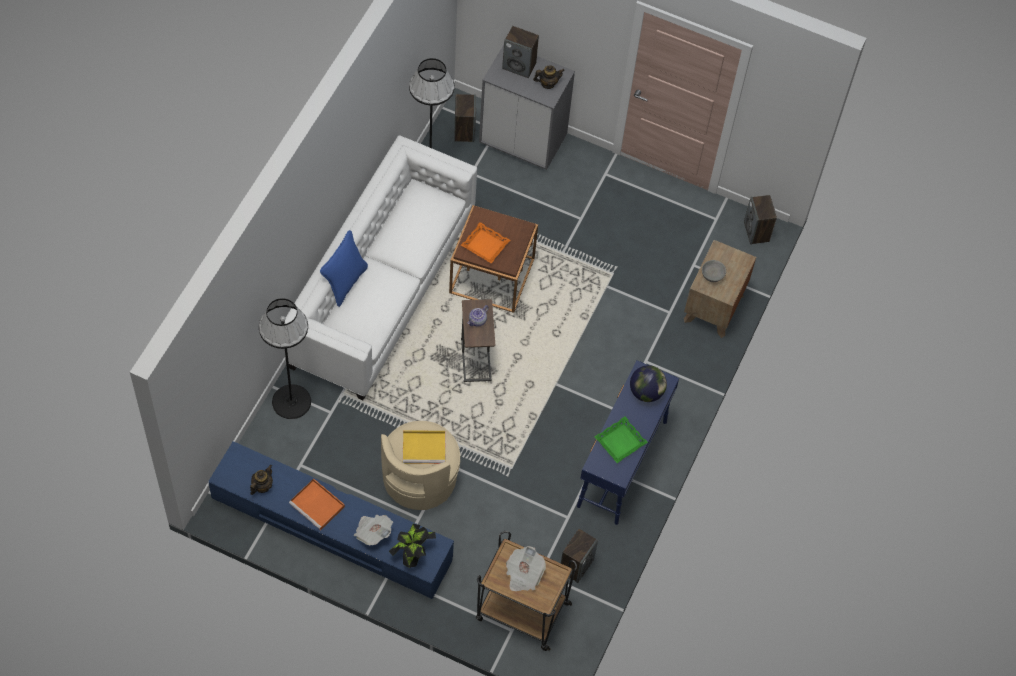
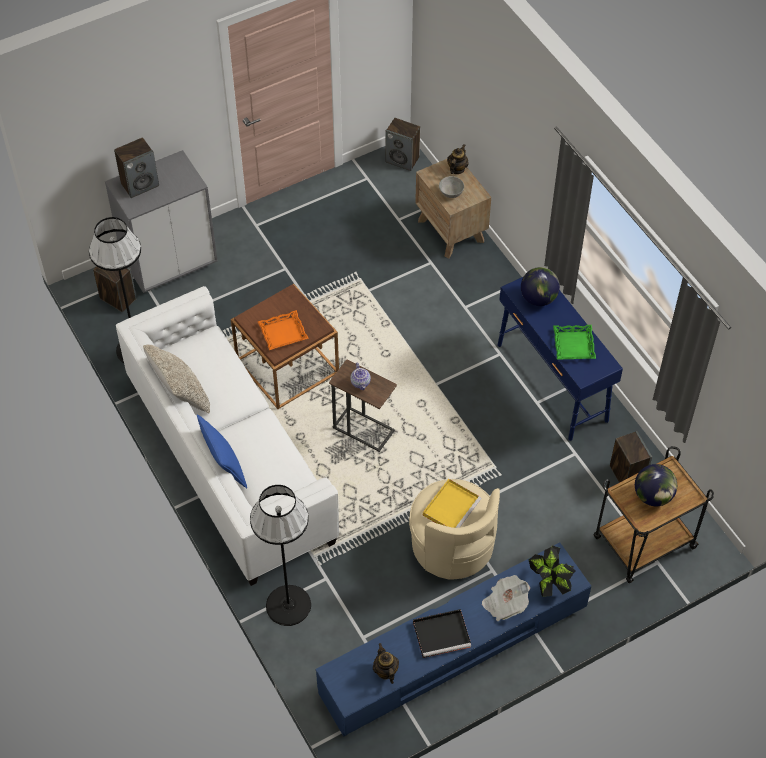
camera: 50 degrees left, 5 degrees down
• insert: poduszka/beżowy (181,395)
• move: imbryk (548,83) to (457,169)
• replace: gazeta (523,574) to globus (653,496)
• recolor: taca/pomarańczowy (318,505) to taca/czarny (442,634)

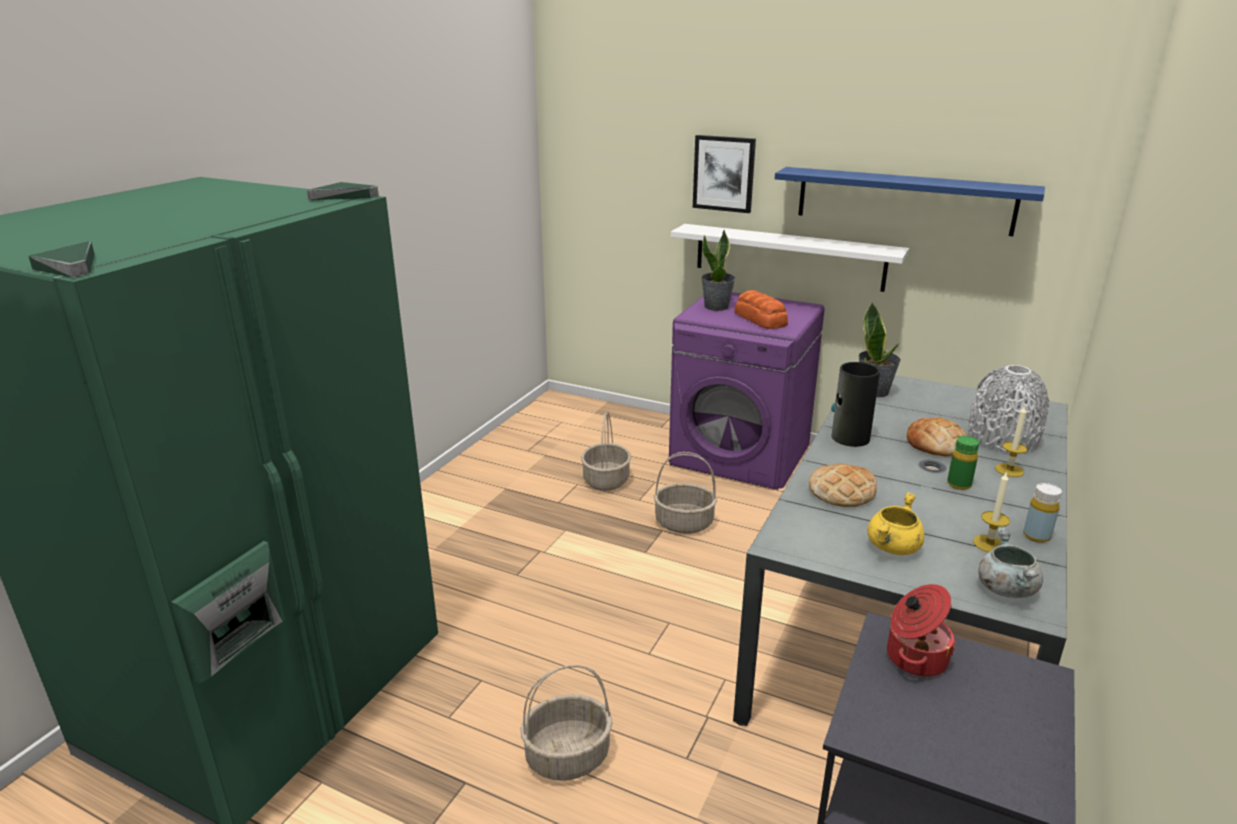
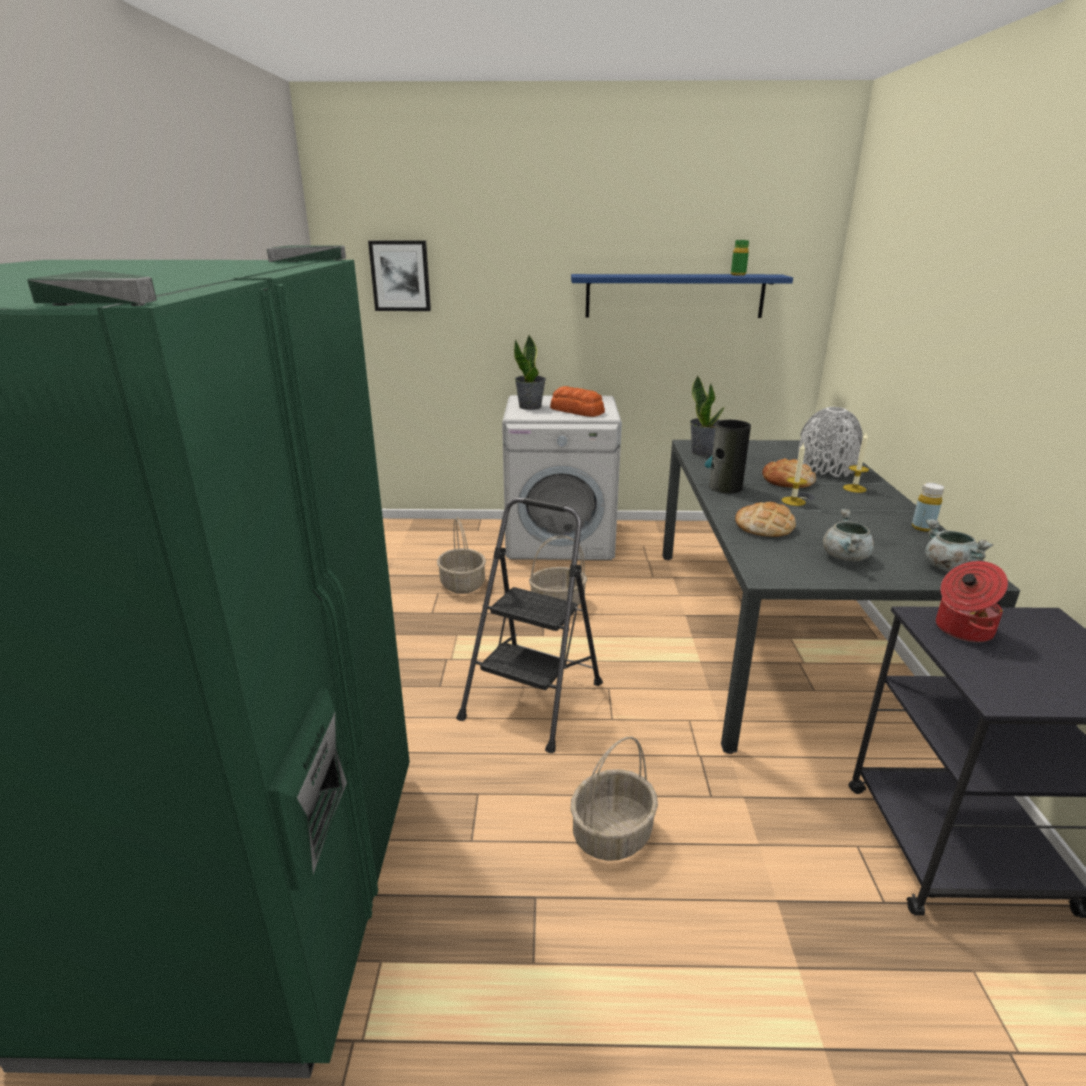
camera: 25 degrees left, 0 degrees up
• delete: półka/biały (788,257)
• insert: drabinka/czarny (534,696)
• move: obraz (724,173) to (400,276)
• move: butelka/zielony (959,484) to (738,275)
• move: świeca (989,544) to (793,501)
• recolor: pralka/fioletowy (739,455) to pralka/biały (561,540)
• recolor: garnek/żółty (893,548) to garnek/szary (846,557)

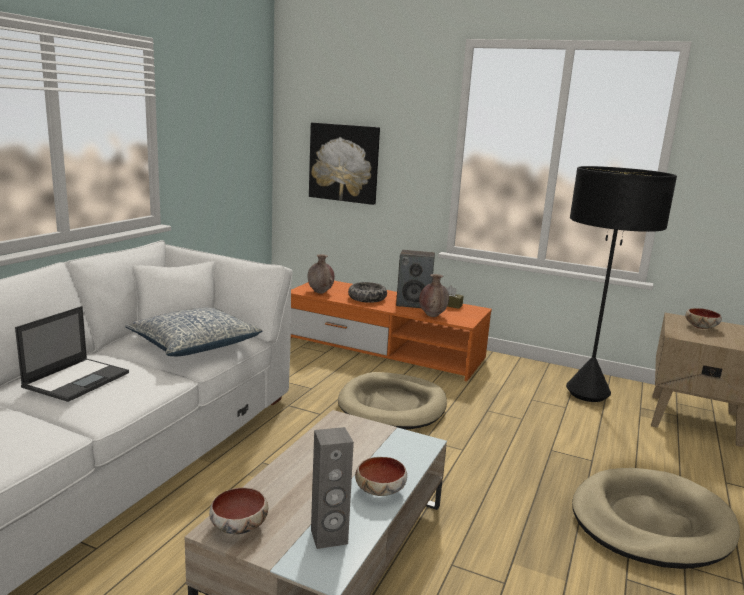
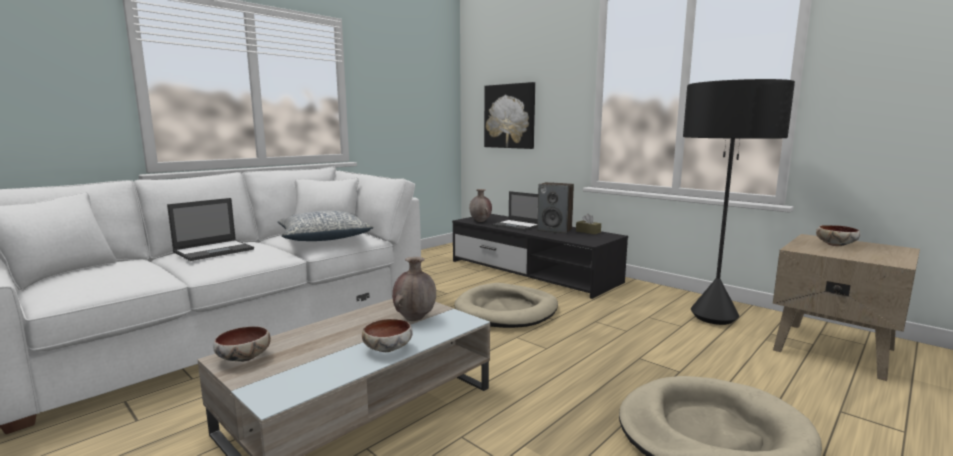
camera: 20 degrees right, 5 degrees down
• delete: głośnik/szary (329,537)
• move: wazon/brązowy (432,315) to (415,318)
• replace: miska (367,298) to laptop (516,226)
• recolor: szafka pod telewizor/pomarańczowy (384,348) to szafka pod telewizor/czarny (533,271)

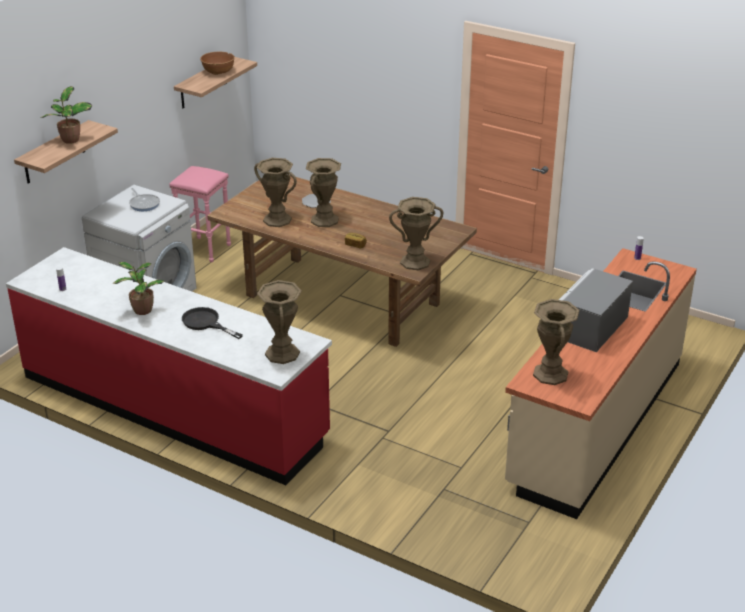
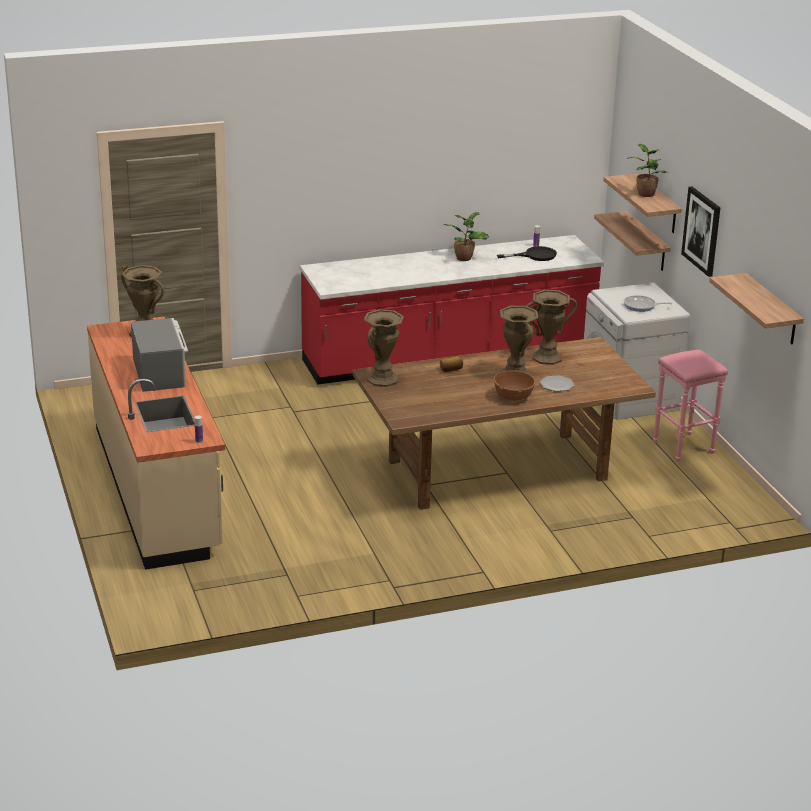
camera: 130 degrees right, 5 degrees down
• delete: wazon/brązowy (282,354)
• insert: półka (647,242)
• insert: obraz (702,231)
• move: patelnia/czarny (205,323) to (534,255)
• move: miska/brązowy (218,72) to (513,396)

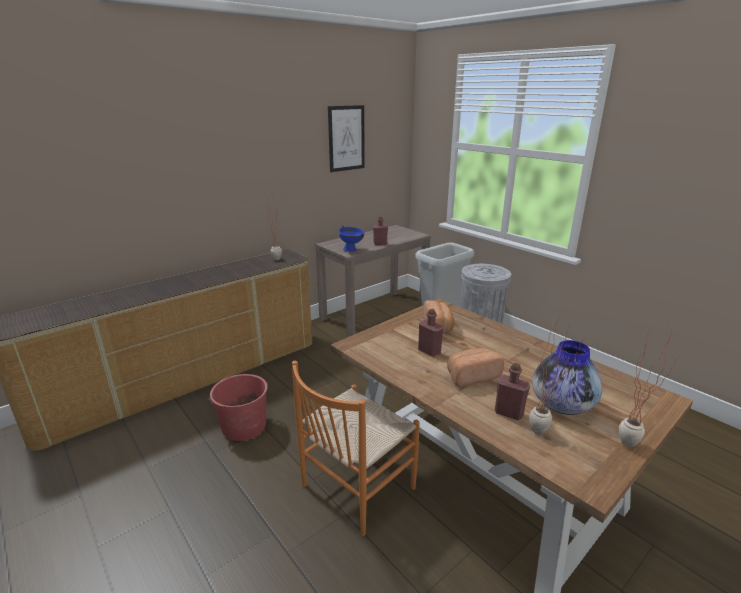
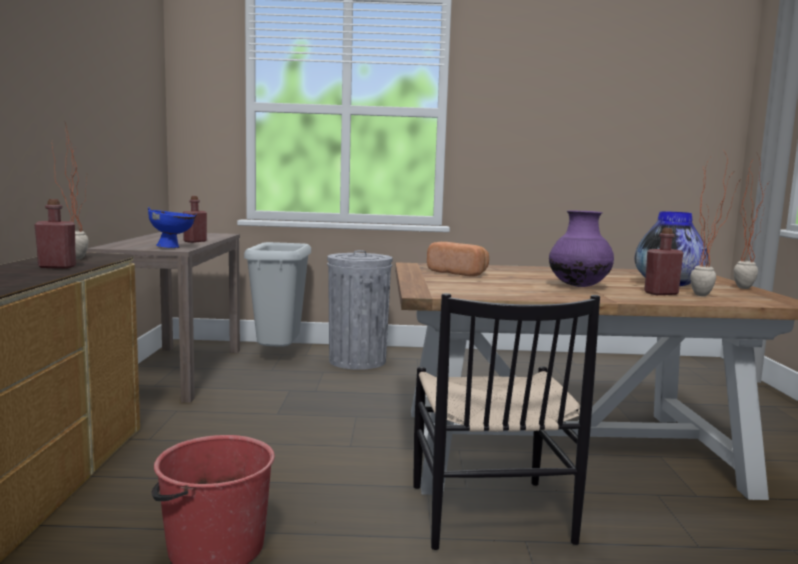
camera: 50 degrees left, 15 degrees down
• delete: obraz (346,138)
• move: butelka/czerwony (429,351) to (57,267)
• replace: chleb (471,376) to wazon/fioletowy (579,286)
• recolor: krzesło/pomarańczowy (354,489) to krzesło/czarny (491,518)

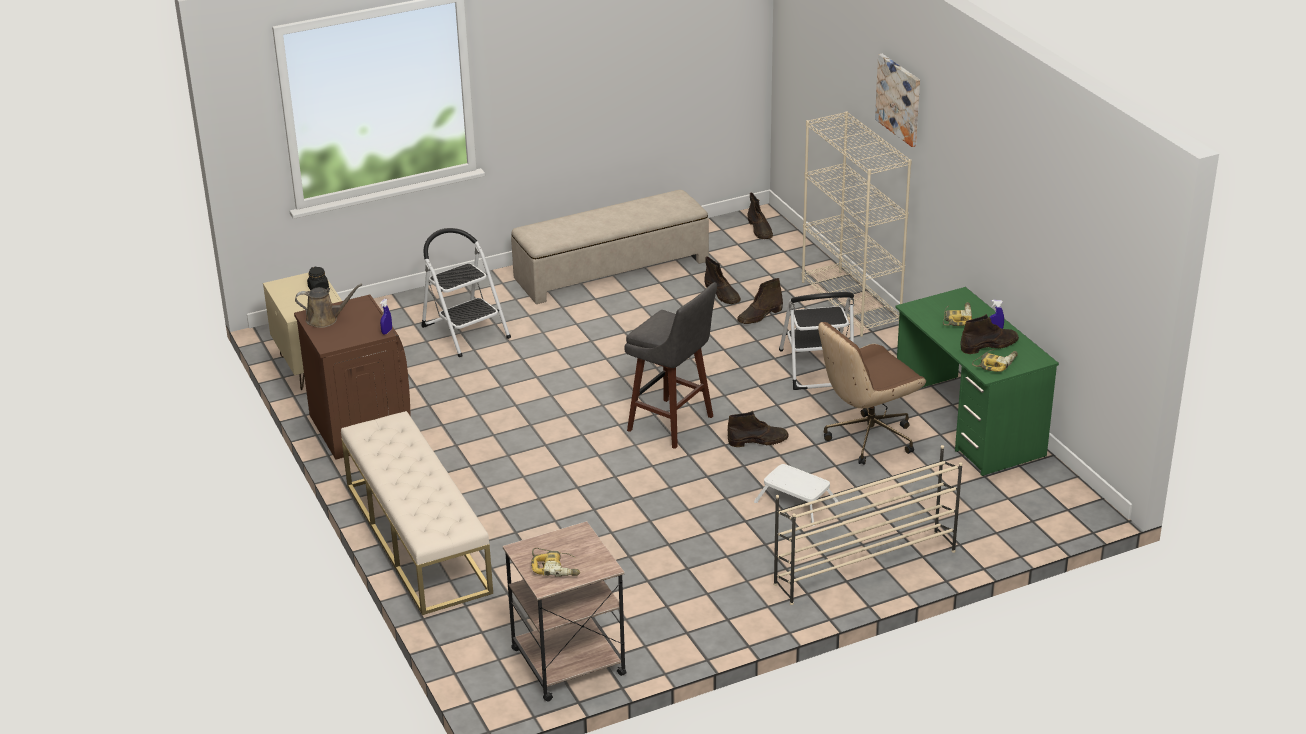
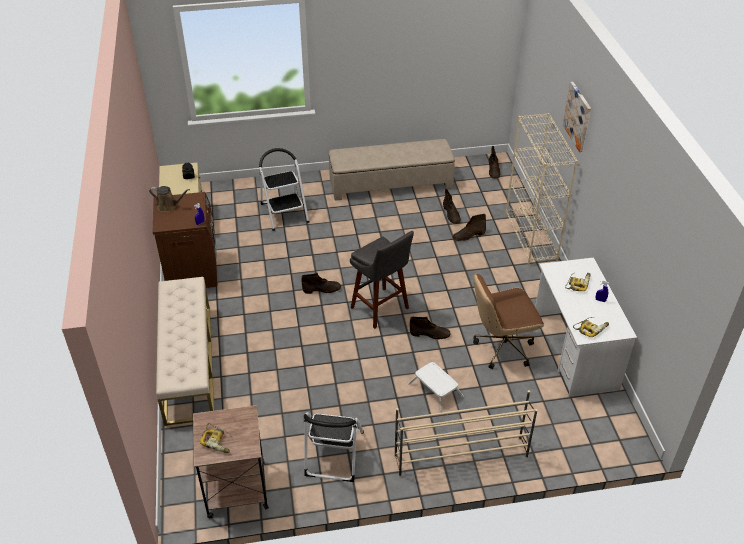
camera: 15 degrees right, 10 degrees up
• move: drabinka (816,369) to (333,455)
• move: but z cholewką/brązowy (989,345) to (322,289)
• recolor: biurko/zielony (968,425) to biurko/biały (574,351)

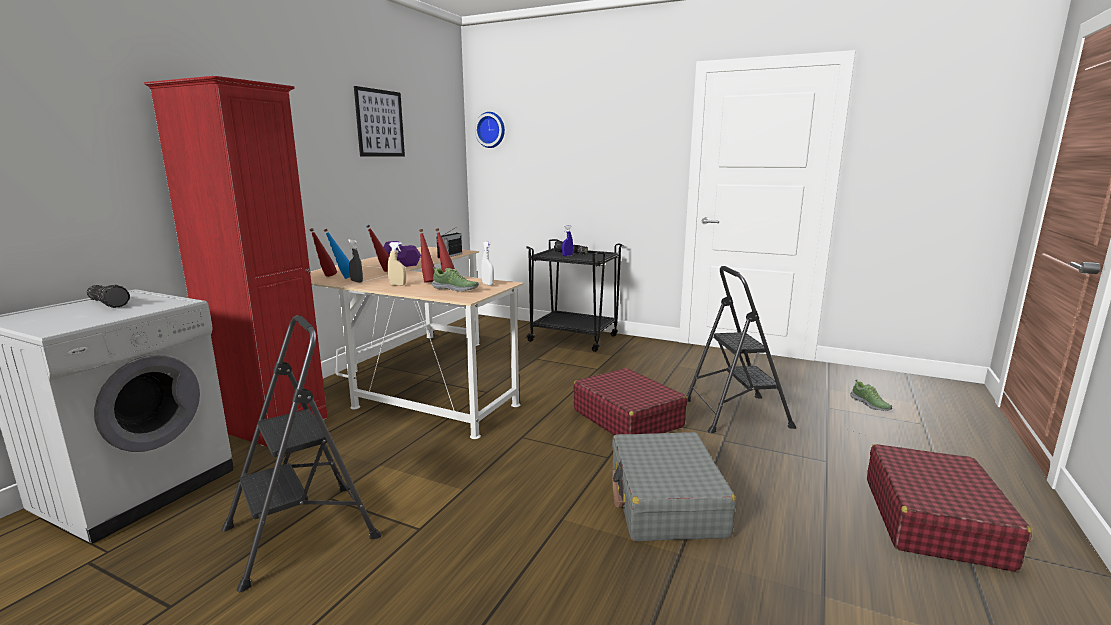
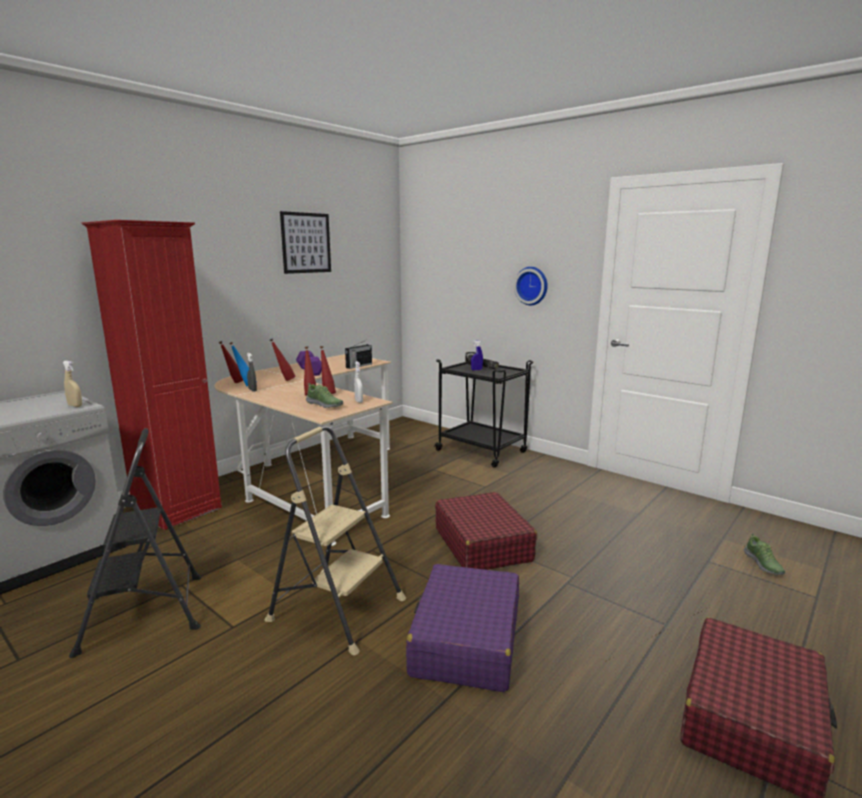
camera: 15 degrees right, 0 degrees up
• delete: latarka (109,303)
• delete: drabinka/czarny (733,413)
• insert: drabinka/beżowy (334,607)
• move: spryskiwacz/beżowy (397,285) to (75,406)
• move: zegar ścienny (491,130) to (532,286)
• recolor: walizka/szary (665,502) to walizka/fioletowy (466,641)

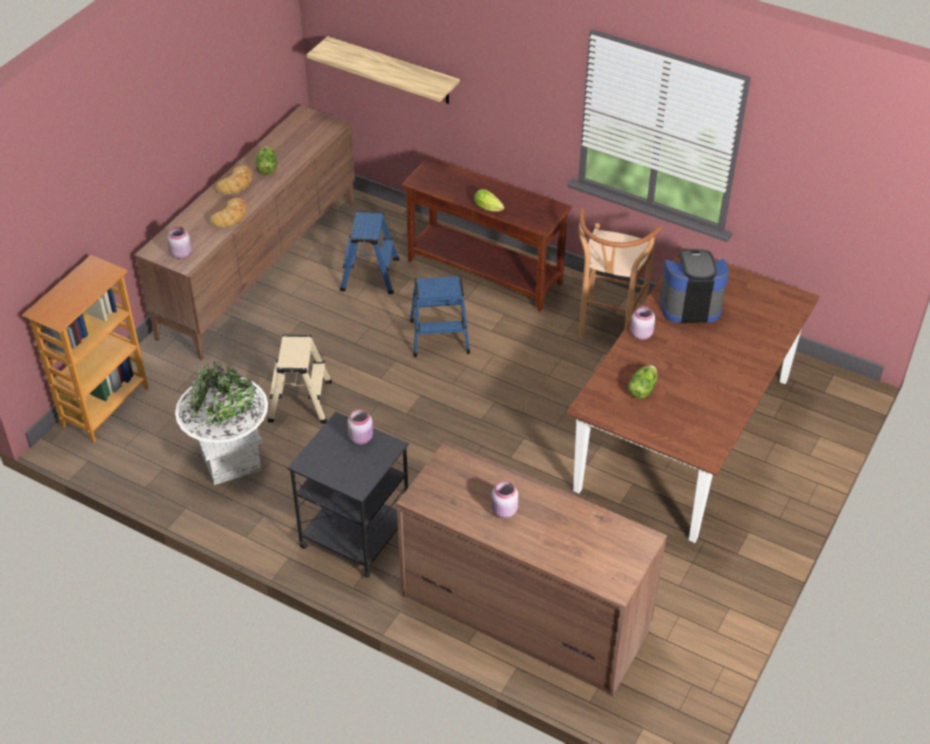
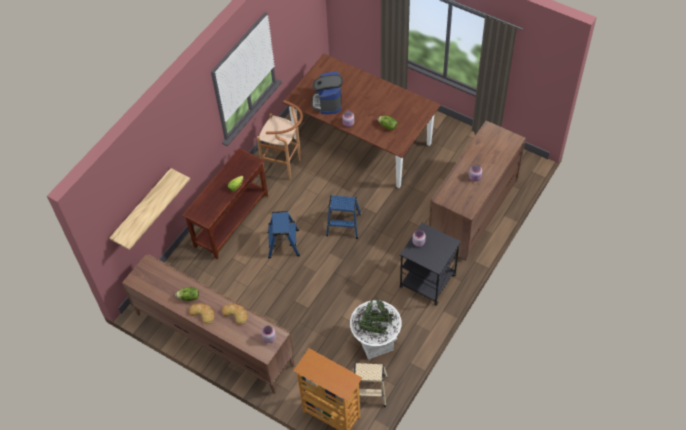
camera: 85 degrees left, 10 degrees up
• move: drabinka/beżowy (300,401) to (369,390)
• move: drabinka/niebieski (369,275) to (344,224)

